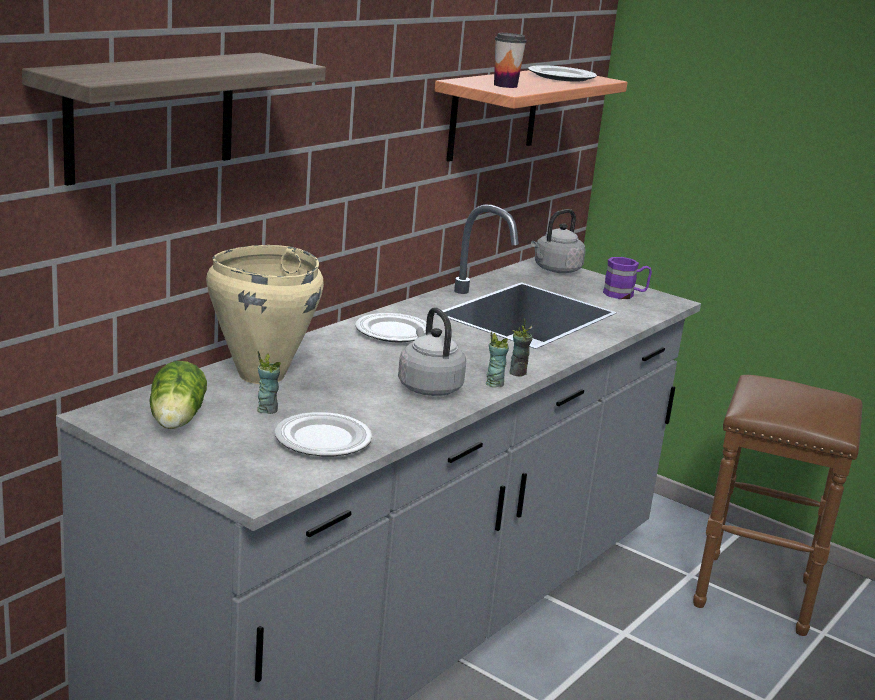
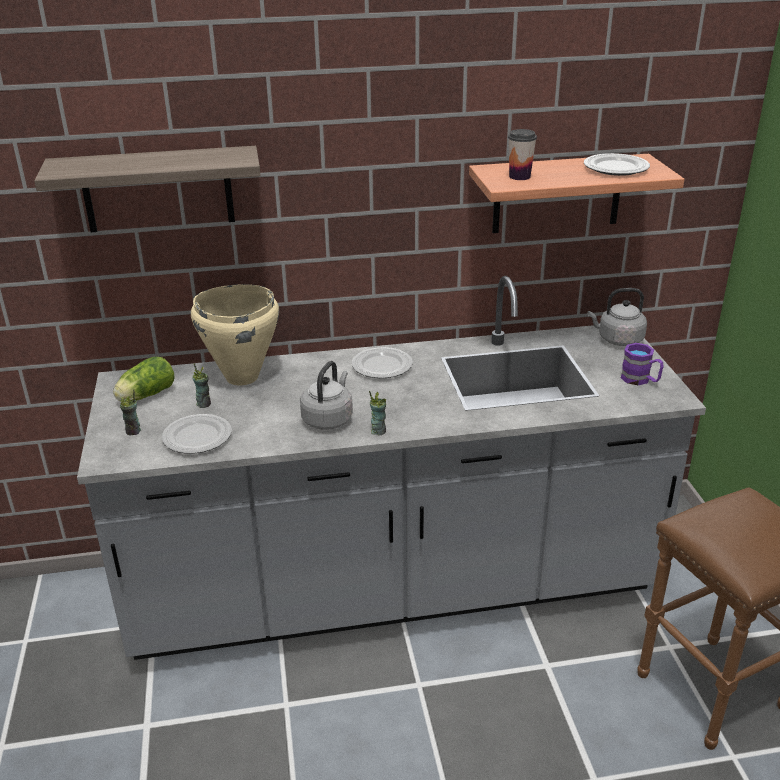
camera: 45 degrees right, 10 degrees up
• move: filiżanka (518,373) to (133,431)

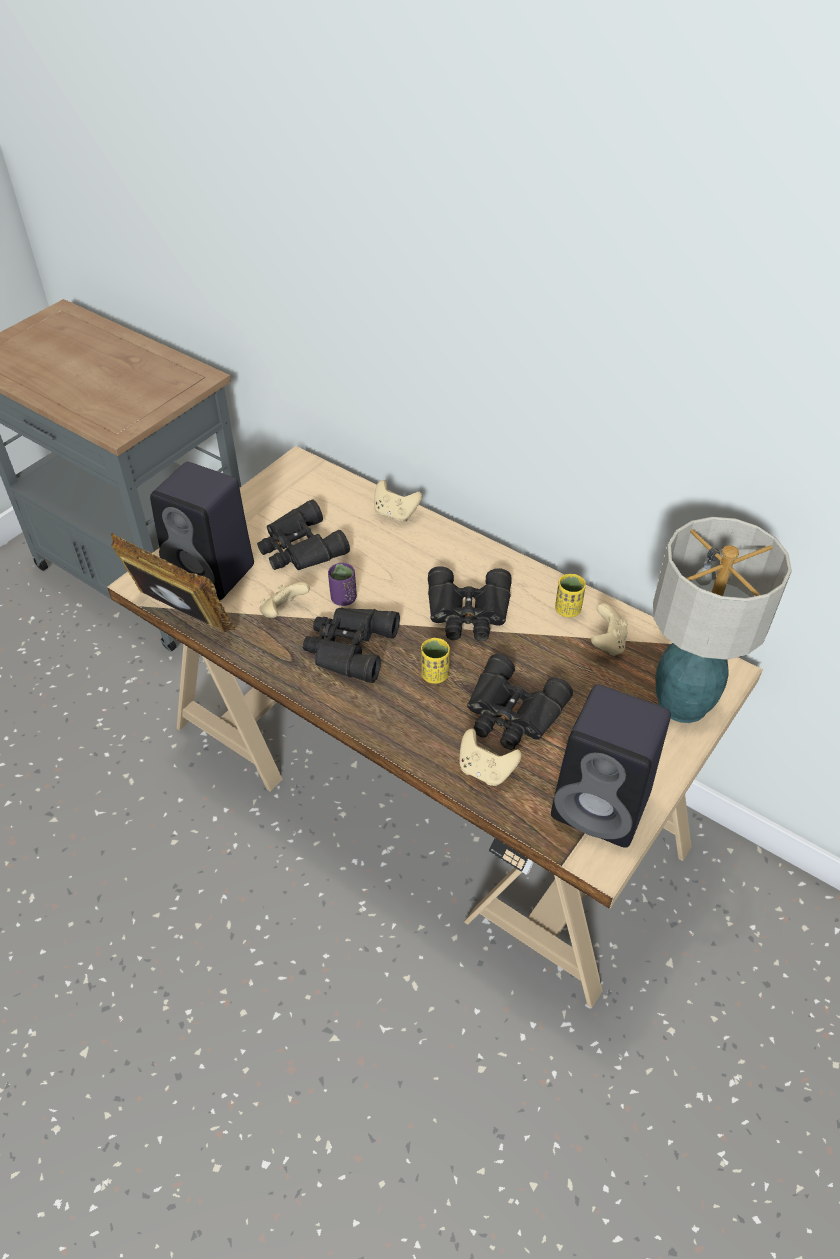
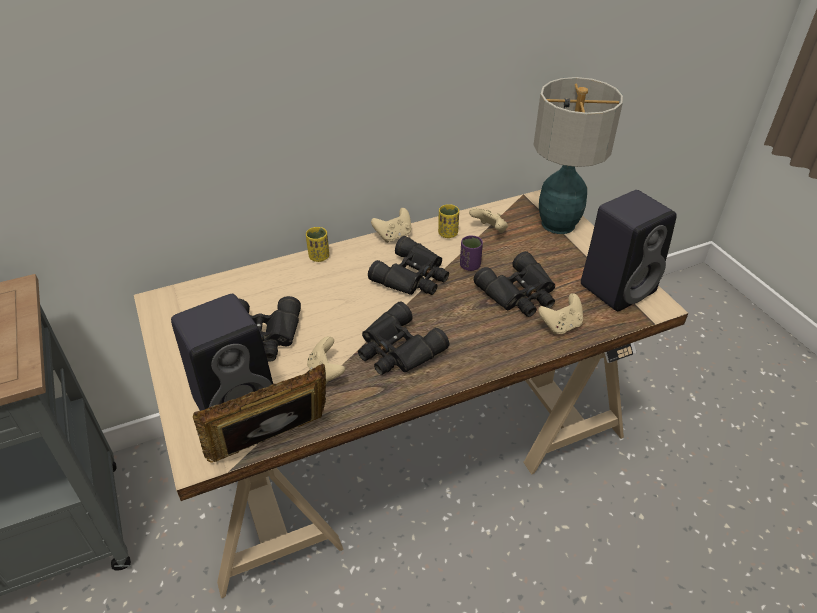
camera: 60 degrees left, 5 degrees down
• move: filiżanka/fioletowy (343,598) to (470,266)
• move: pad do gier/beżowy (395,513) to (393,236)
• move: filiżanka/żółty (434,675) to (319,257)

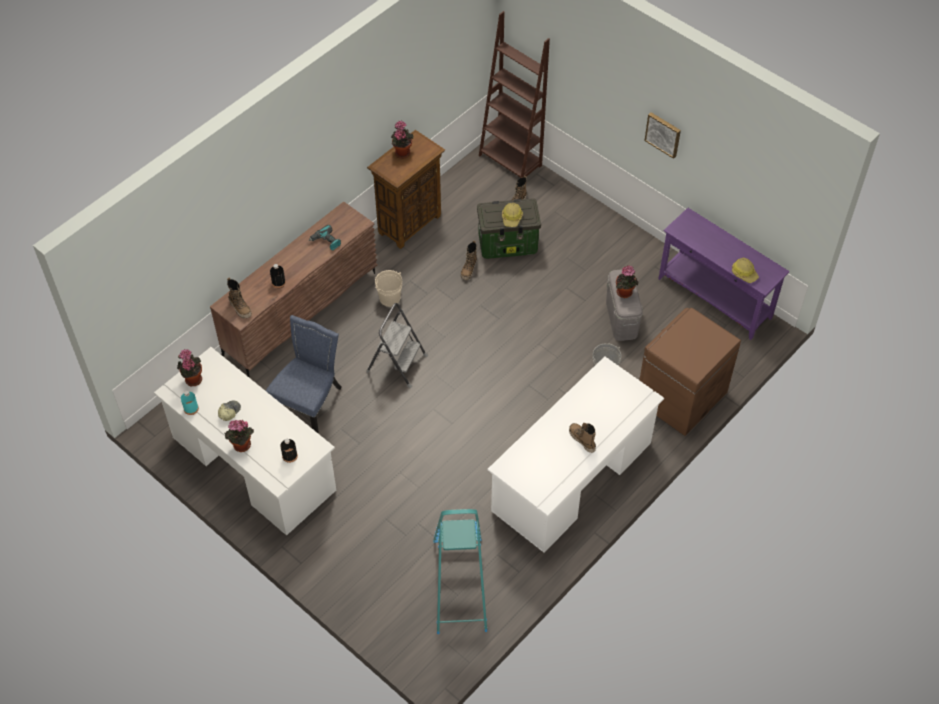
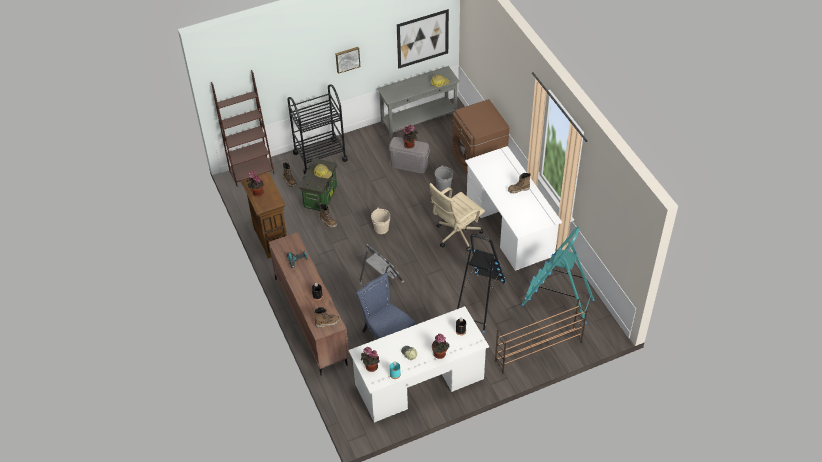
camera: 65 degrees left, 5 degrees down
• insert: wózek/czarny (320,156)
• insert: obraz (422,38)
• insert: krzesło biurowe/beżowy (456,236)
• insert: drabinka/czarny (480,302)
• insert: regał na buty/brązowy (538,351)
• move: wiadro/beżowy (390,298) to (381,228)
• recolor: stolik konsolowy/fioletowy (715,298) to stolik konsolowy/szary (419,120)

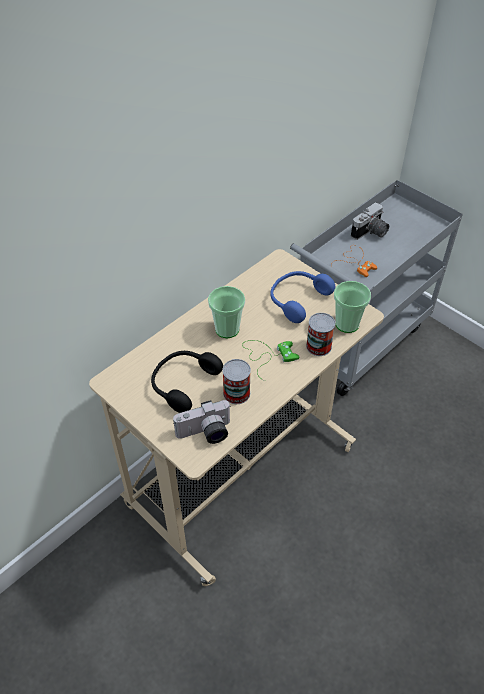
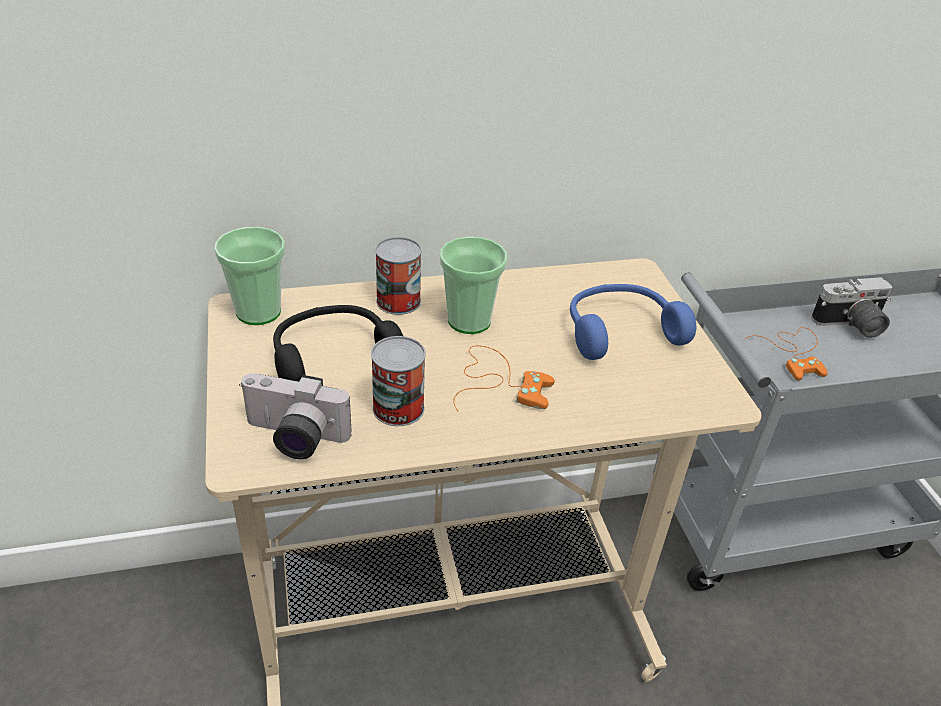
camera: 30 degrees right, 10 degrees down
• move: puszka (318,346) to (398,301)
• move: filiżanka (347,324) to (258,312)
• recolor: pad do gier/zielony (267,355) to pad do gier/pomarańczowy (499,382)

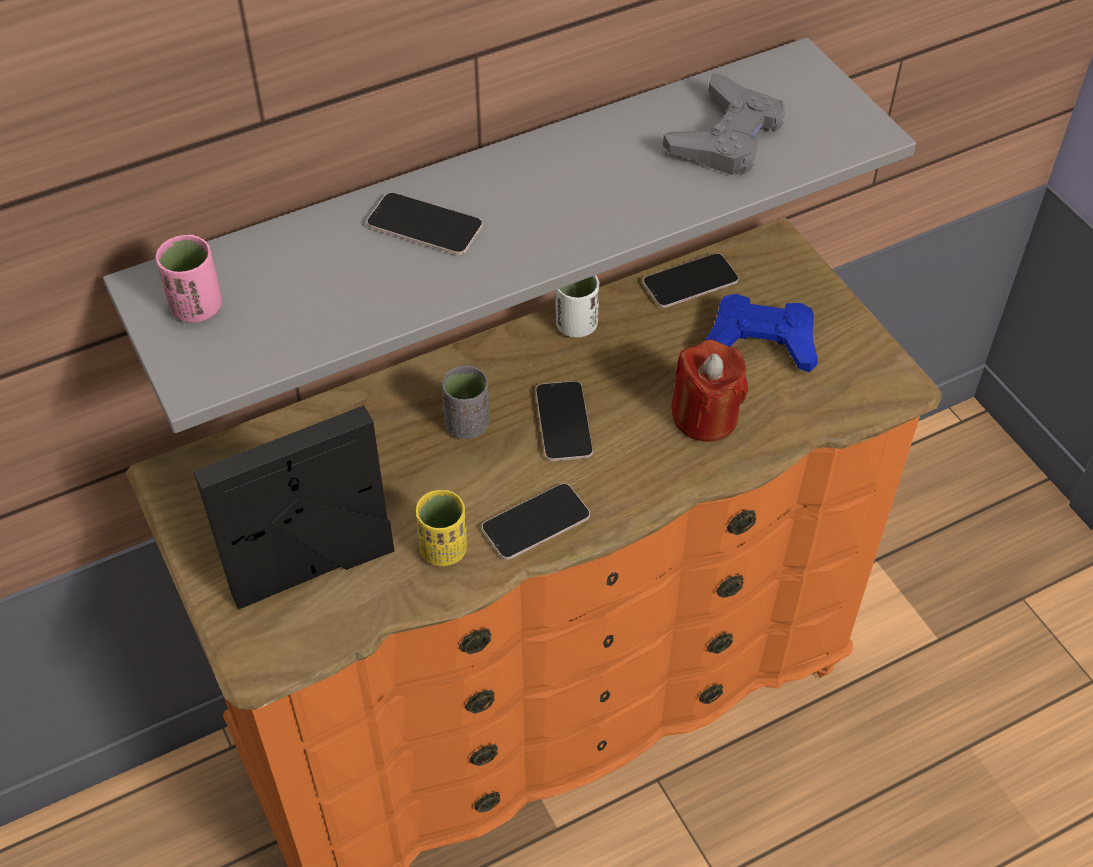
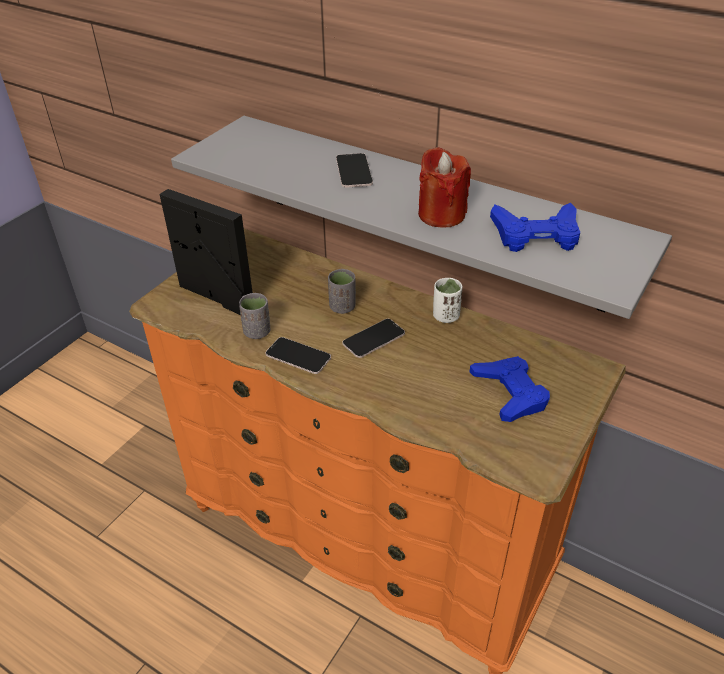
camera: 60 degrees right, 10 degrees down
• delete: filiżanka/różowy (197,307)
• delete: telefon (690,282)
• move: świeca/czerwony (705,416) to (441,215)
• recolor: filiżanka/żółty (444,549) to filiżanka/szary (257,332)
• recolor: pad do gier/szary (726,136) to pad do gier/niebieski (536,234)

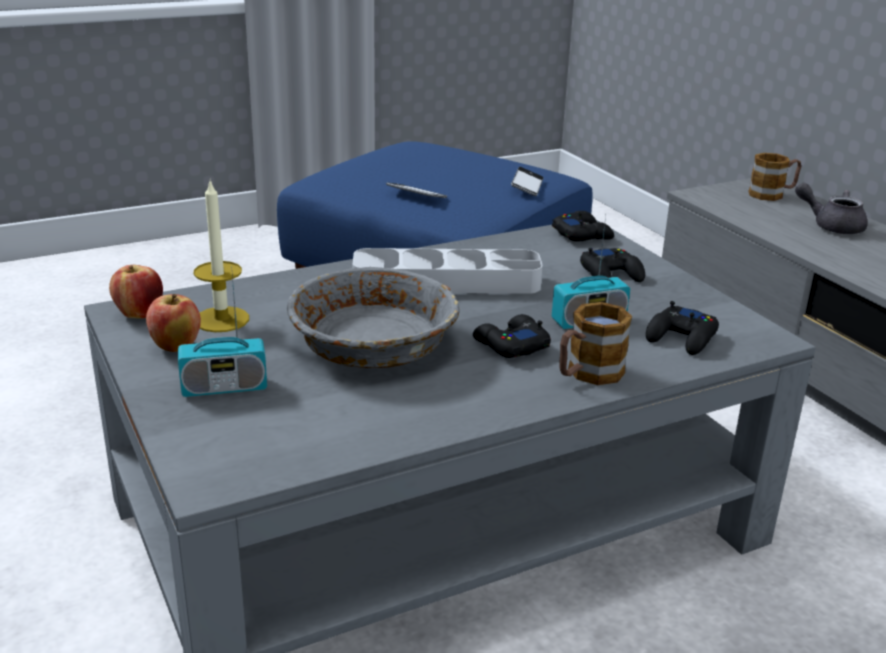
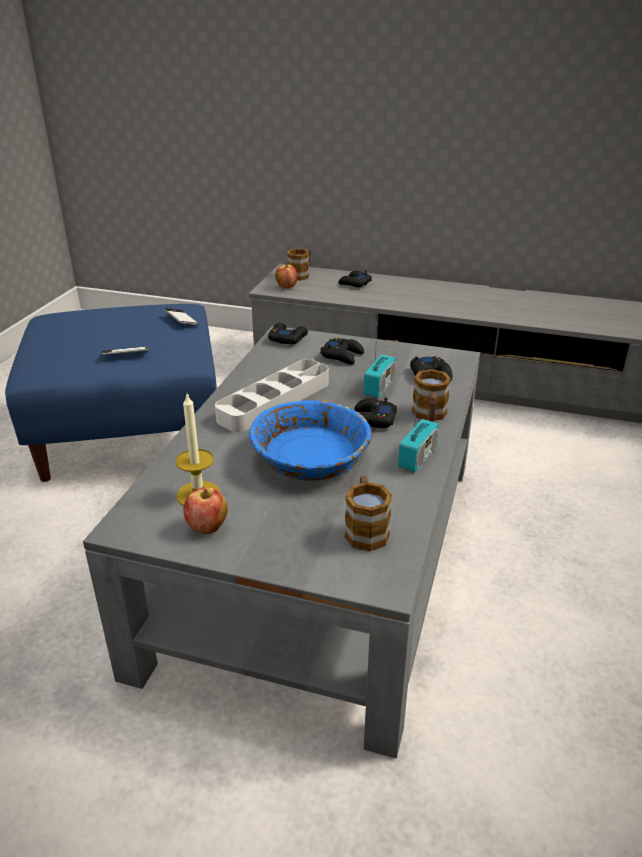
camera: 45 degrees left, 5 degrees up
• insert: kubek (365,529)
• move: jabłko (139,314) to (286,287)
• move: radio (224,387) to (418,457)
• replace: imbryk/szary (831,226) to pad do gier/czarny (354,283)
• recolor: miska/szary (374,344) to miska/niebieski (311,458)

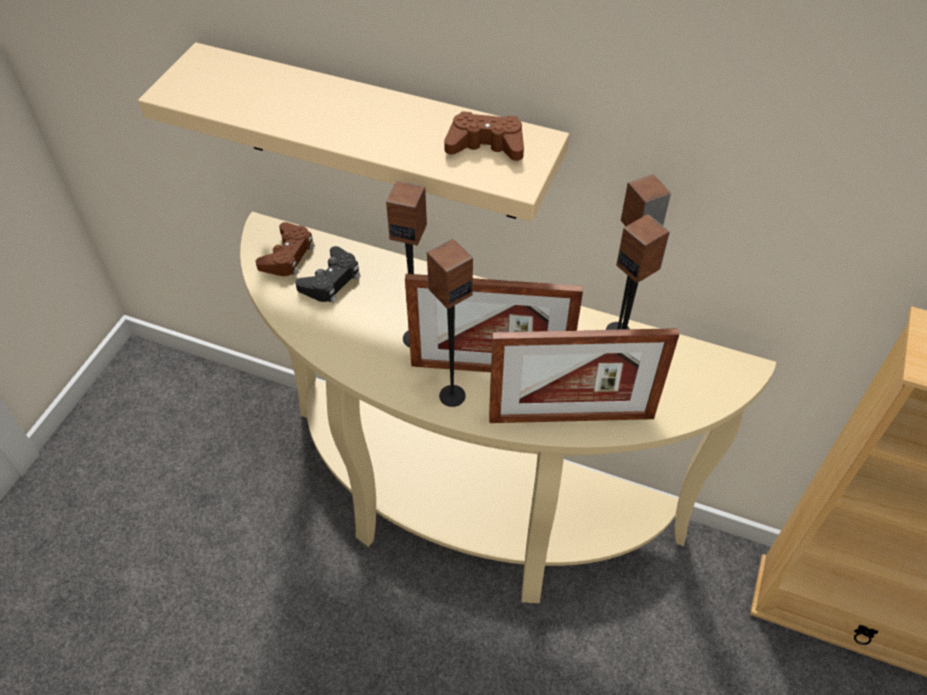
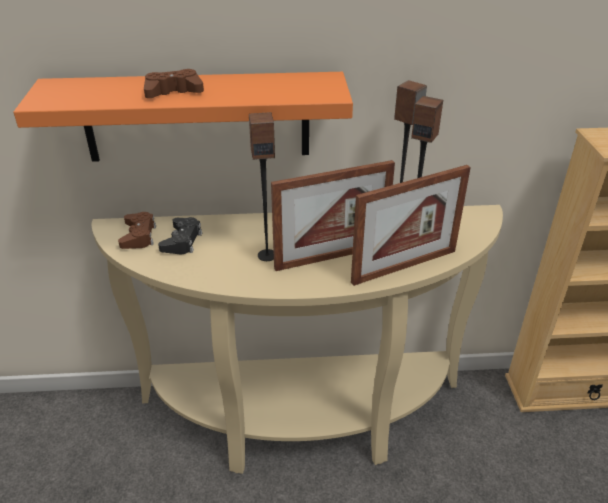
camera: 25 degrees left, 15 degrees down
• delete: głośnik (452,395)
• move: pad do gier/brązowy (486,145) to (173,92)
• recolor: półka/beżowy (377,134) to półka/pomarańczowy (197,117)

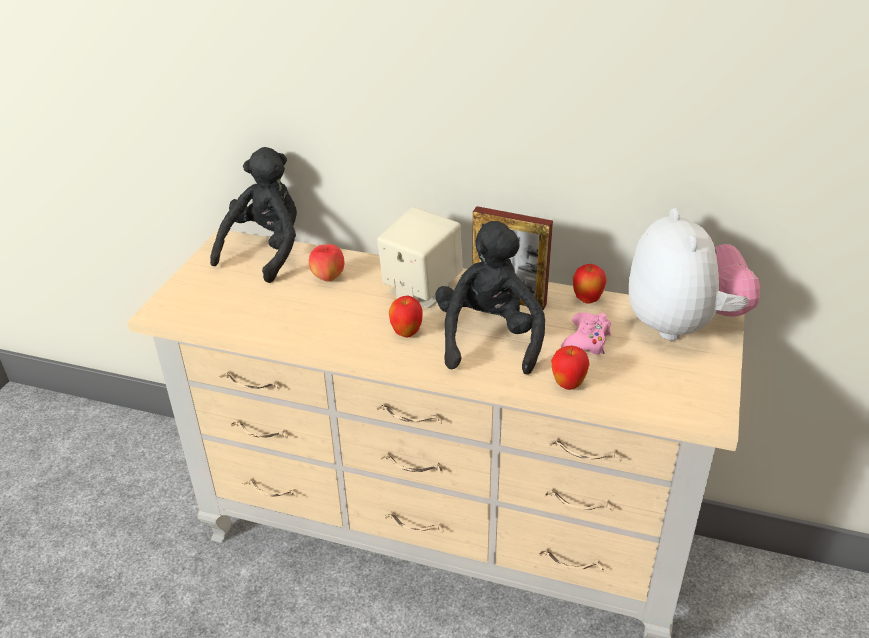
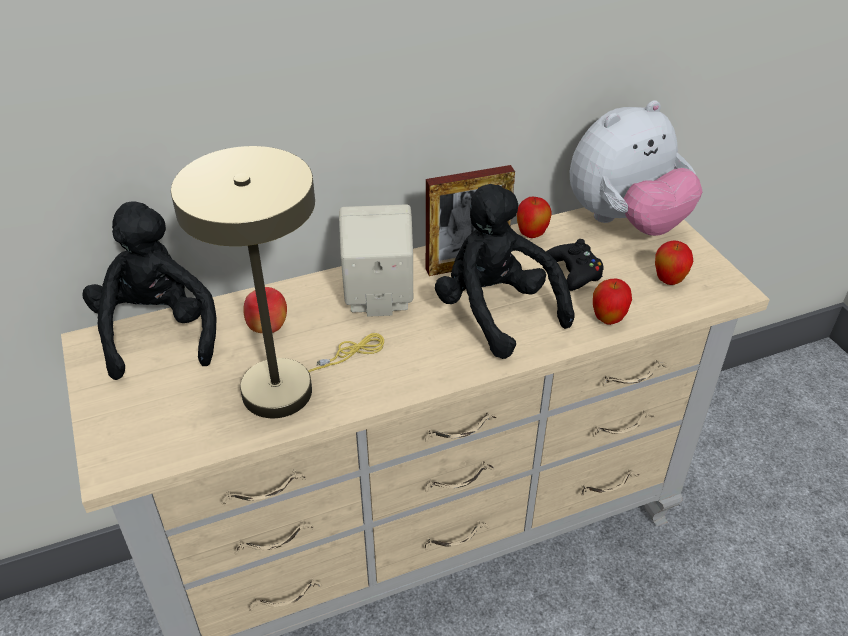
camera: 40 degrees left, 5 degrees up
• insert: lampa stołowa/beżowy (289,385)
• move: jabłko (406,333) to (668,281)
• recolor: pad do gier/różowy (586,341) to pad do gier/czarny (574,272)
• rotate: pluszak (682,325) = (625,222) 105 degrees clockwise

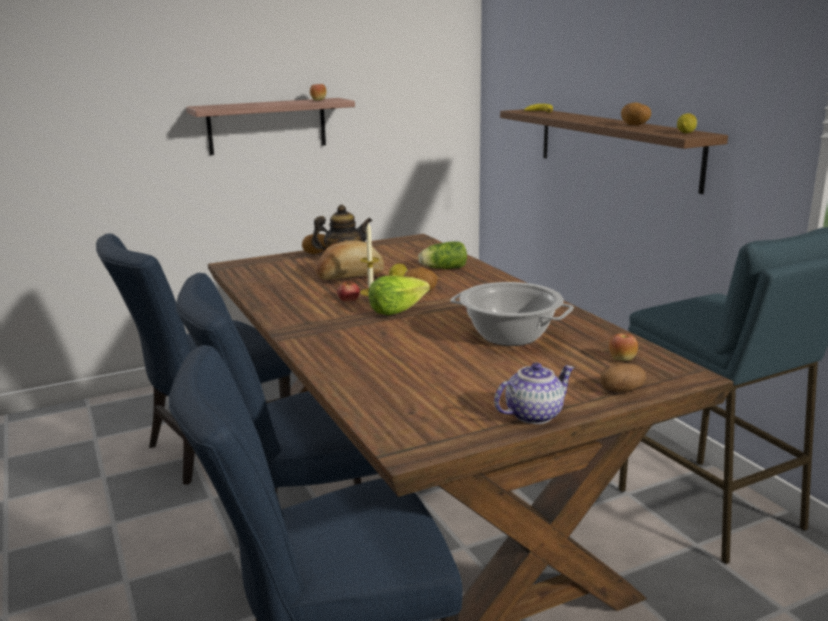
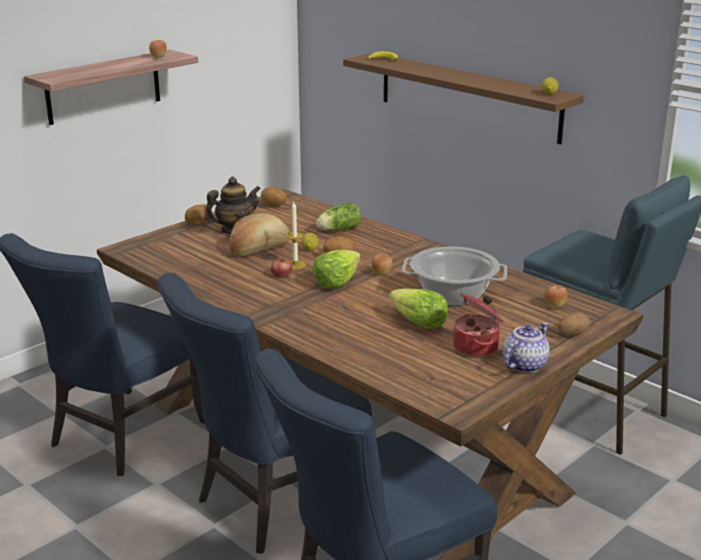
camera: 20 degrees left, 5 degrees up
• insert: jabłko (381,274)
• insert: sałata (417,323)
• insert: garnek (477,347)
• move: ziemniak (634,125) to (273,206)

